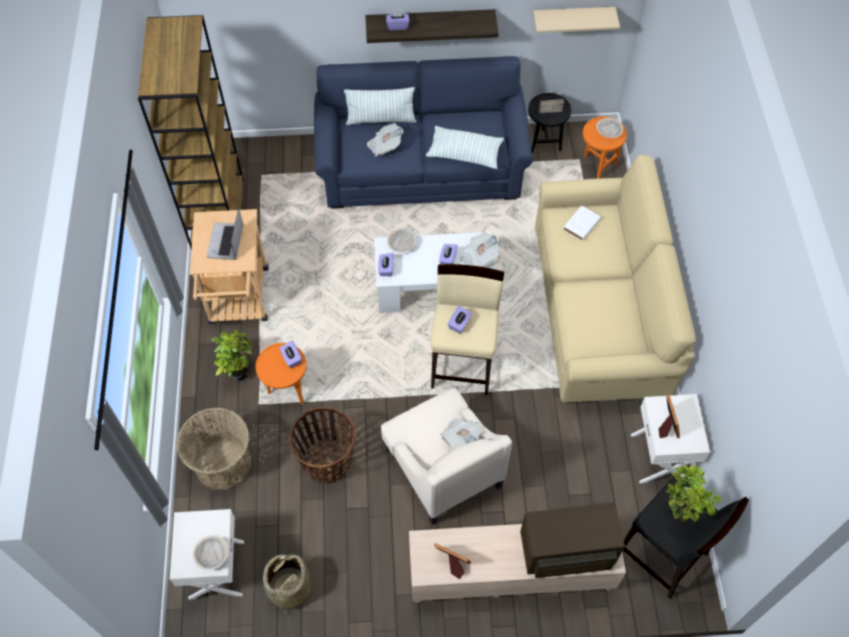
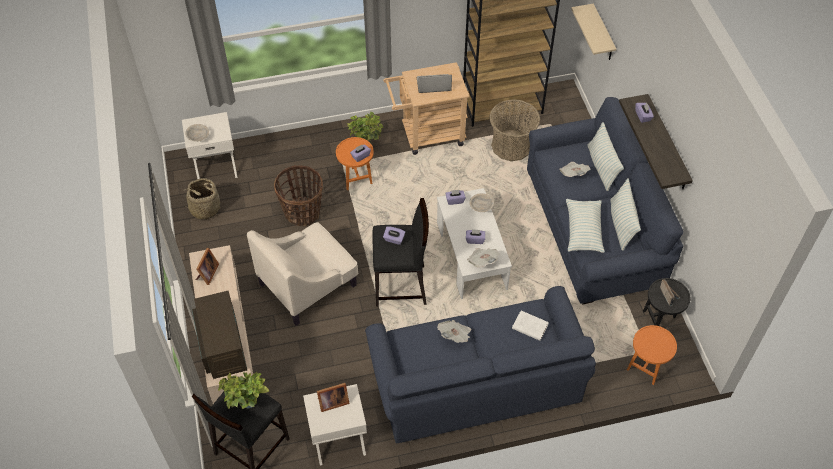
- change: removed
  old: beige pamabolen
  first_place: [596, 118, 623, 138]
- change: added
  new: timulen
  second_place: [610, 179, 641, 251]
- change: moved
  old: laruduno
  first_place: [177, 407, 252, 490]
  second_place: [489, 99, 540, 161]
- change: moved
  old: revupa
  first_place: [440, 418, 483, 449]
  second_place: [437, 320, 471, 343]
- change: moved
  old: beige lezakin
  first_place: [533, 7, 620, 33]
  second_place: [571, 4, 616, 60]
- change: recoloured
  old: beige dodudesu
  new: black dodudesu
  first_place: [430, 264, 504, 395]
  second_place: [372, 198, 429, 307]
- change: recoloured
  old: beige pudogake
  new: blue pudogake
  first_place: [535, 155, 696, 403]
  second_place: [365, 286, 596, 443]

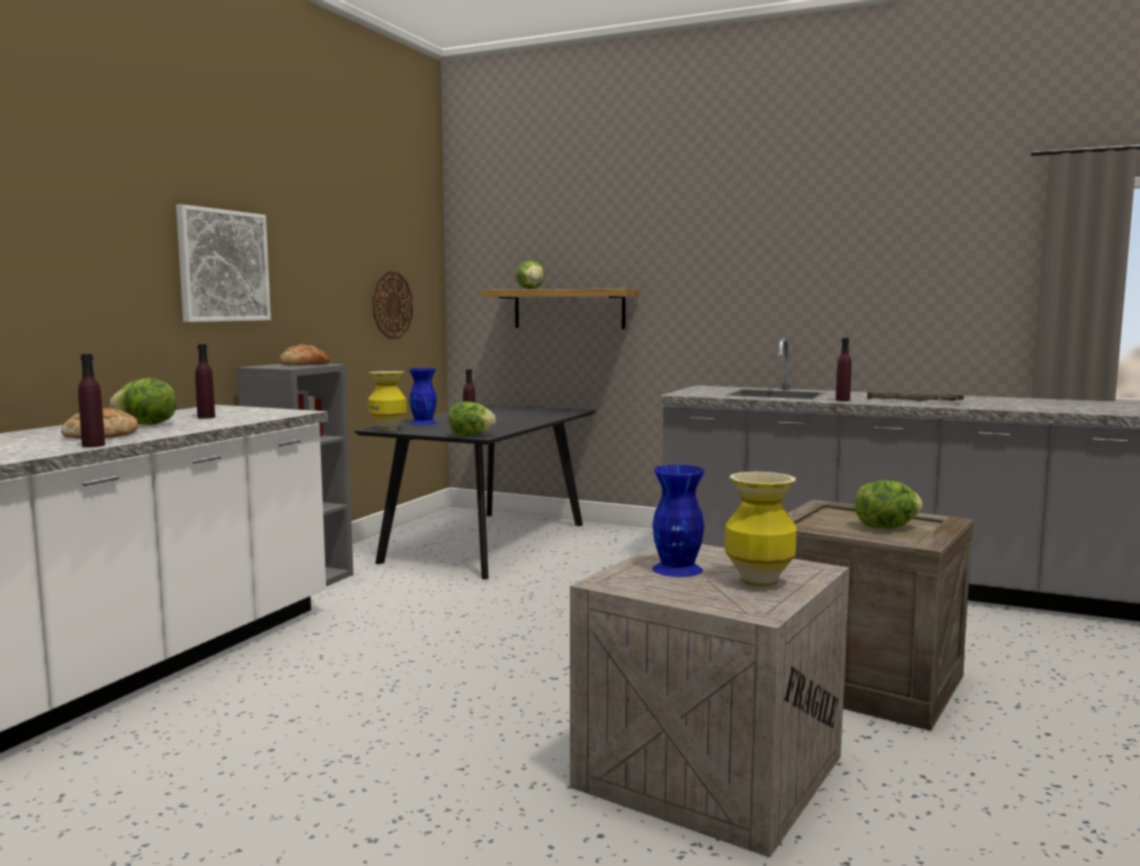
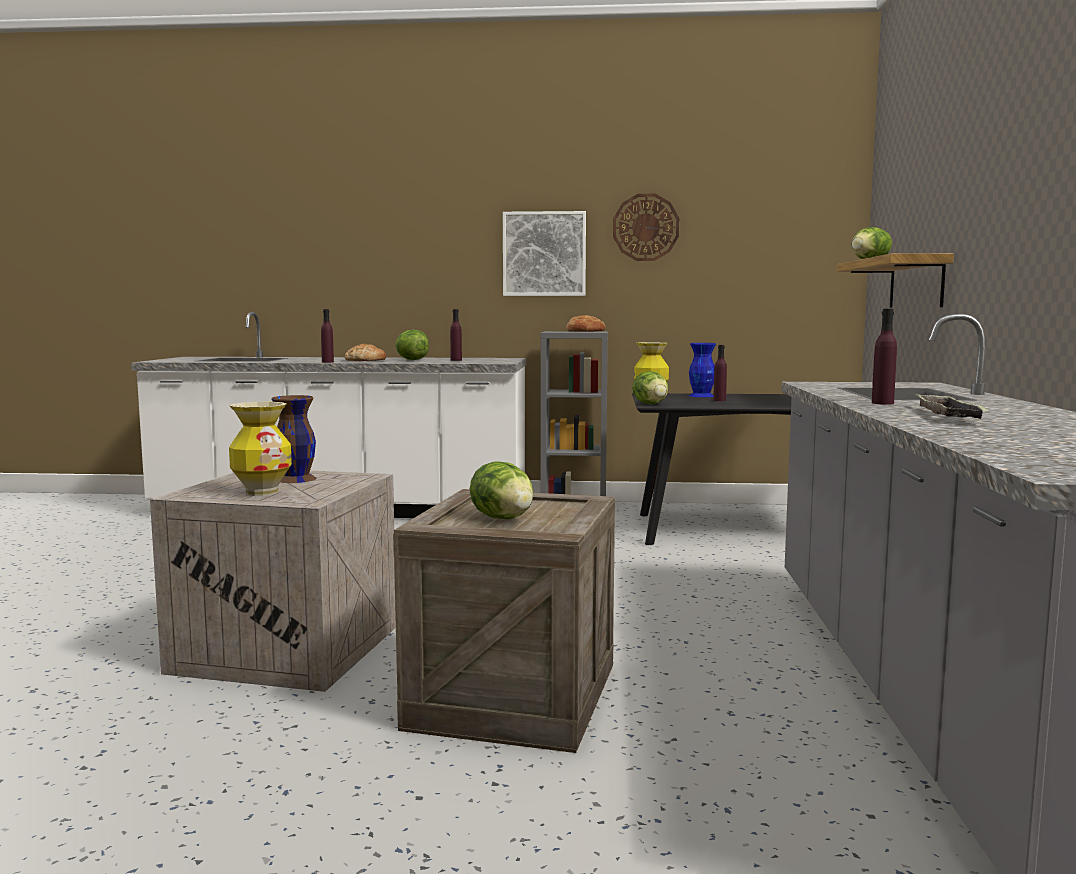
- change: moved
  old: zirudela
  first_place: [372, 272, 413, 339]
  second_place: [613, 194, 679, 261]
- change: recoloured
  old: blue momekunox
  new: brown momekunox
  first_place: [652, 465, 705, 577]
  second_place: [272, 395, 317, 483]

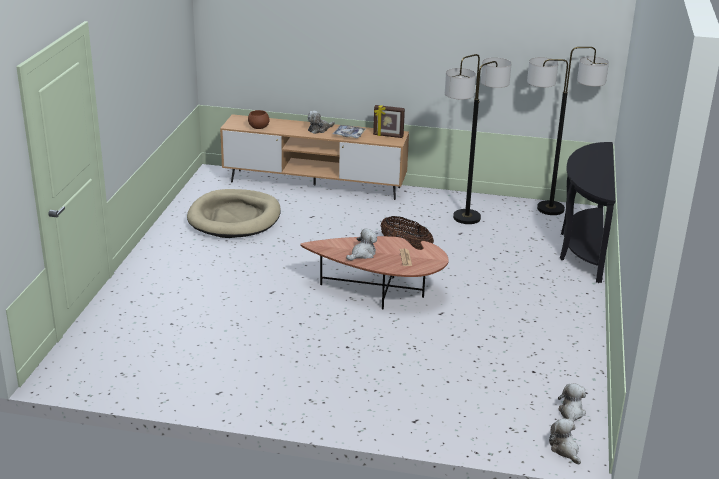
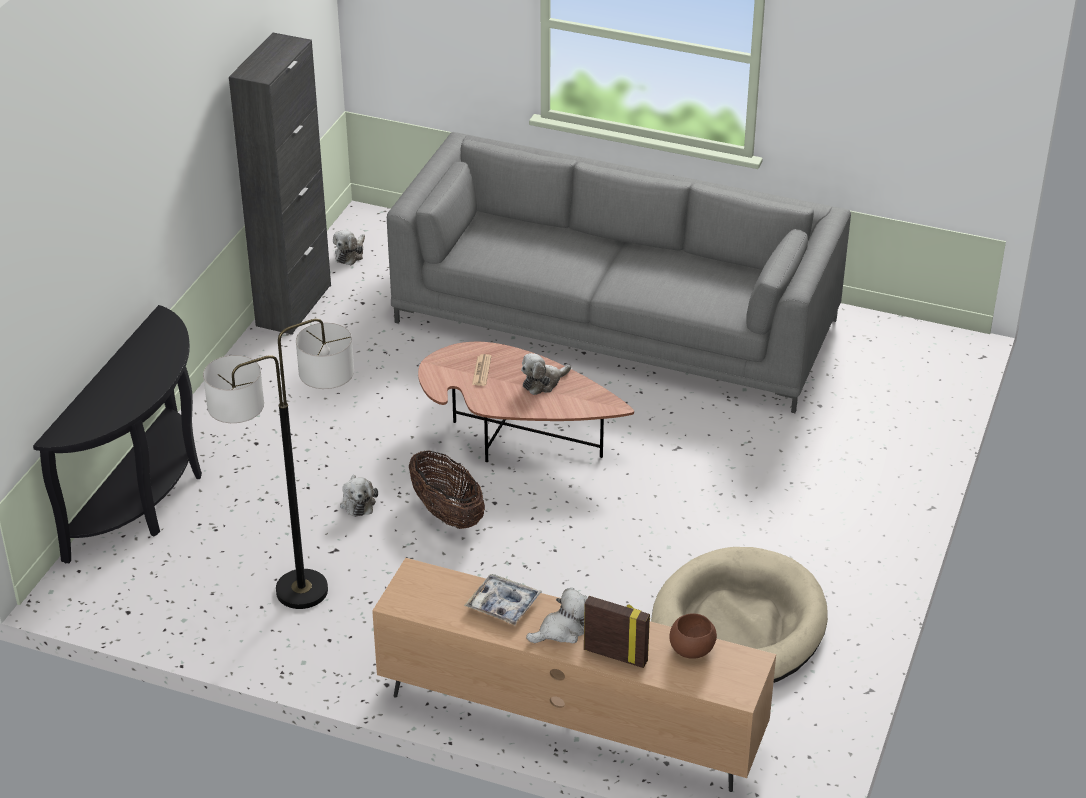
- change: removed
  old: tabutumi
  first_place: [527, 47, 609, 215]
- change: added
  new: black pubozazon
  second_place: [229, 33, 331, 335]
- change: added
  new: grey pudogake
  second_place: [387, 132, 851, 413]
- change: moved
  old: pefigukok
  first_place: [373, 105, 405, 138]
  second_place: [584, 596, 650, 668]
- change: moved
  old: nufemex
  first_place: [549, 419, 581, 464]
  second_place: [340, 475, 378, 517]

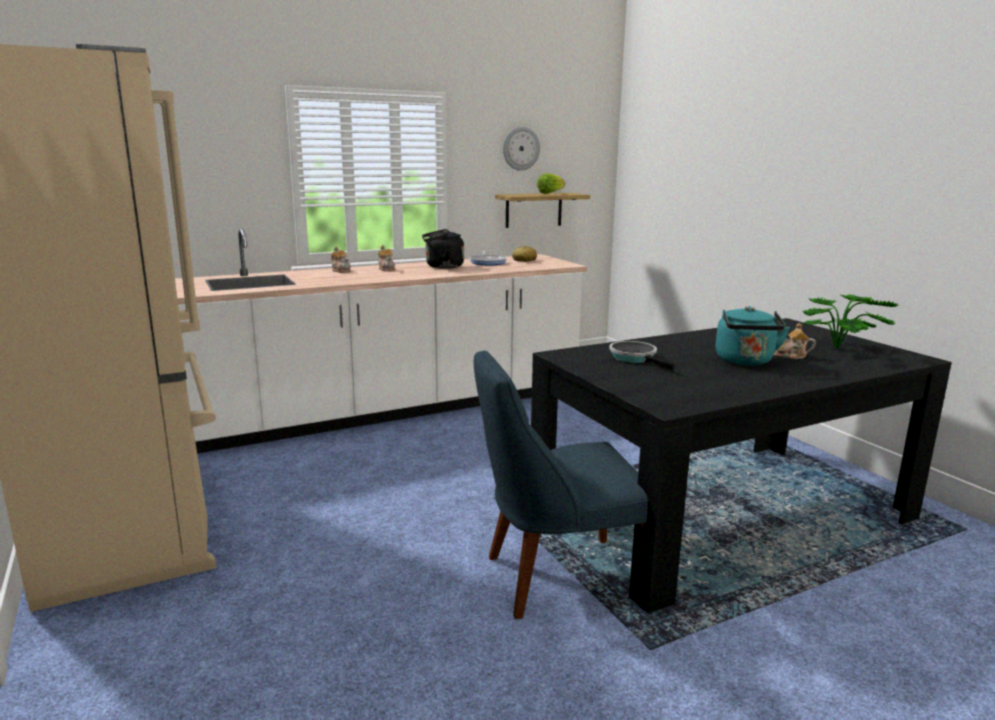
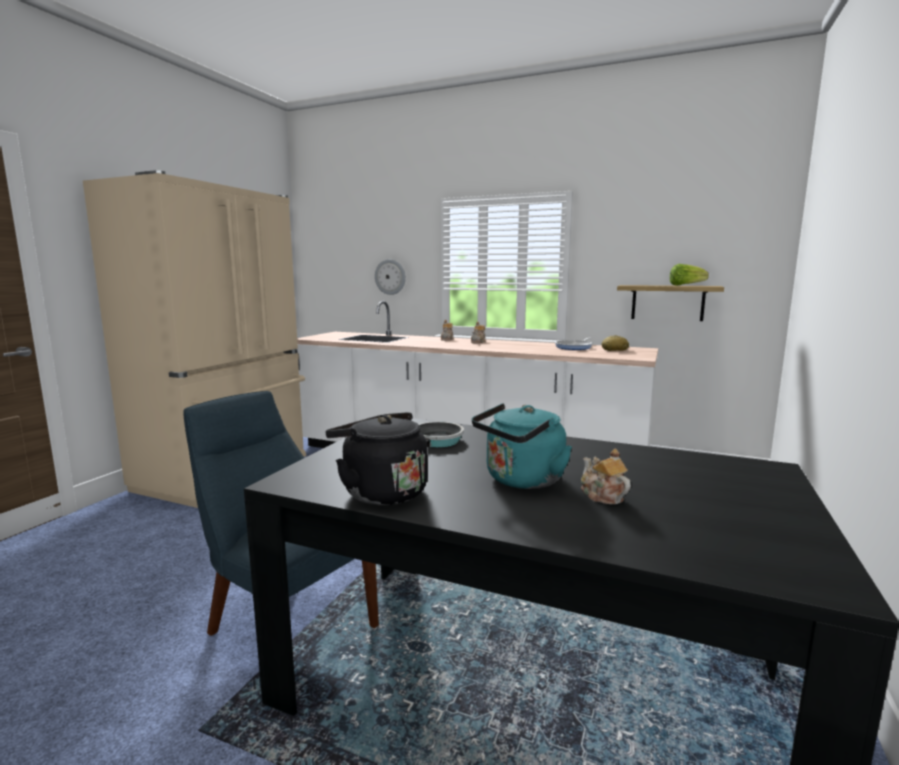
- change: removed
  old: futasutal
  first_place: [803, 294, 899, 349]
- change: moved
  old: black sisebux
  first_place: [422, 229, 464, 269]
  second_place: [326, 412, 428, 505]
- change: moved
  old: zirudela
  first_place: [503, 127, 540, 171]
  second_place: [375, 259, 406, 295]

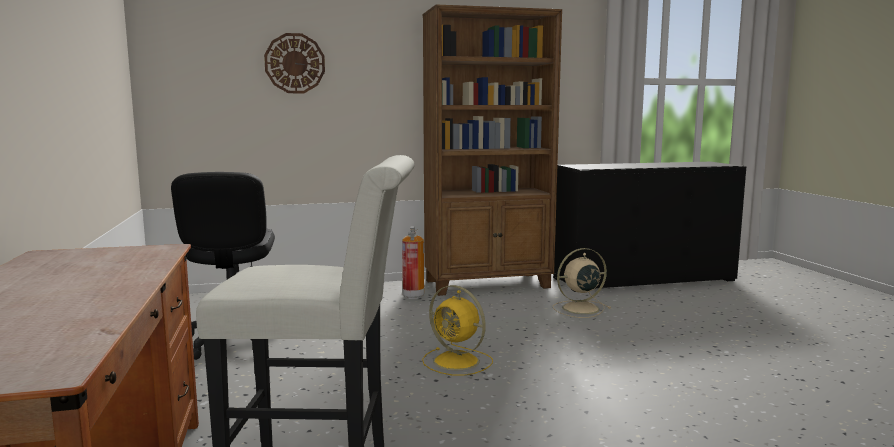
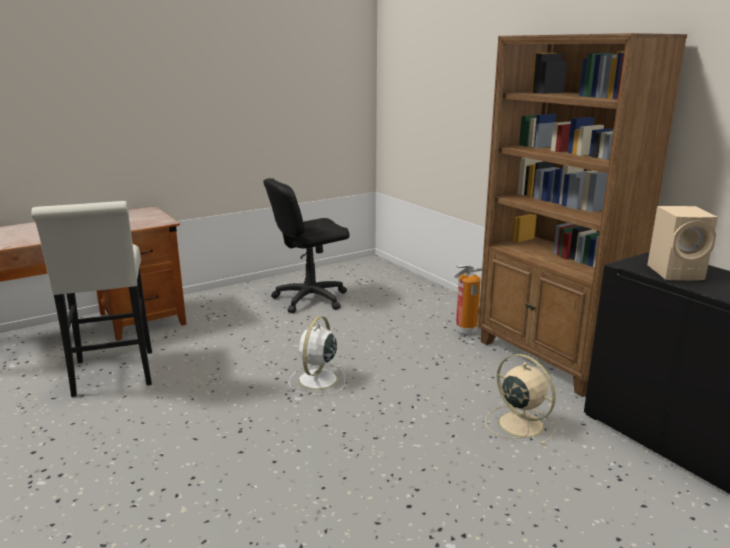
- change: removed
  old: zirudela
  first_place: [264, 33, 325, 93]
- change: added
  new: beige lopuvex
  second_place: [647, 206, 718, 281]
- change: recoloured
  old: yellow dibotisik
  new: white dibotisik
  first_place: [422, 285, 493, 376]
  second_place: [288, 316, 345, 395]

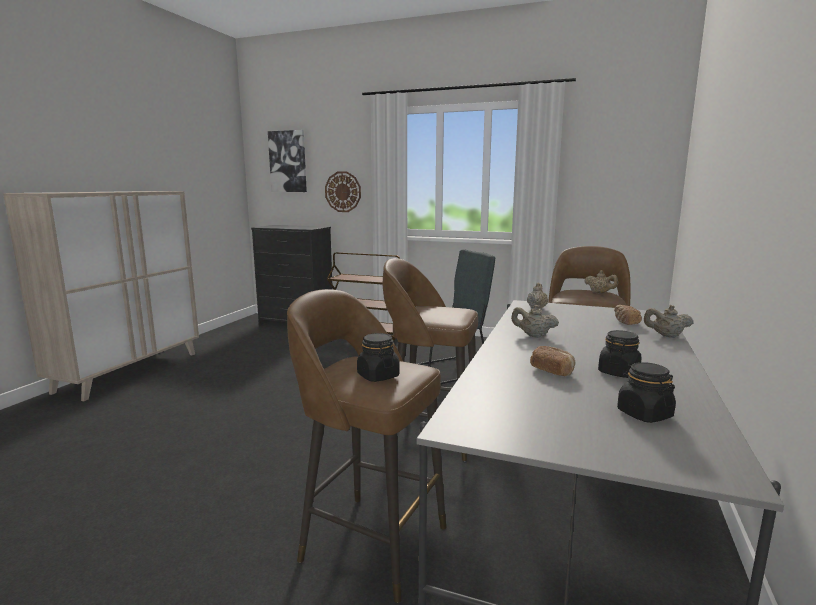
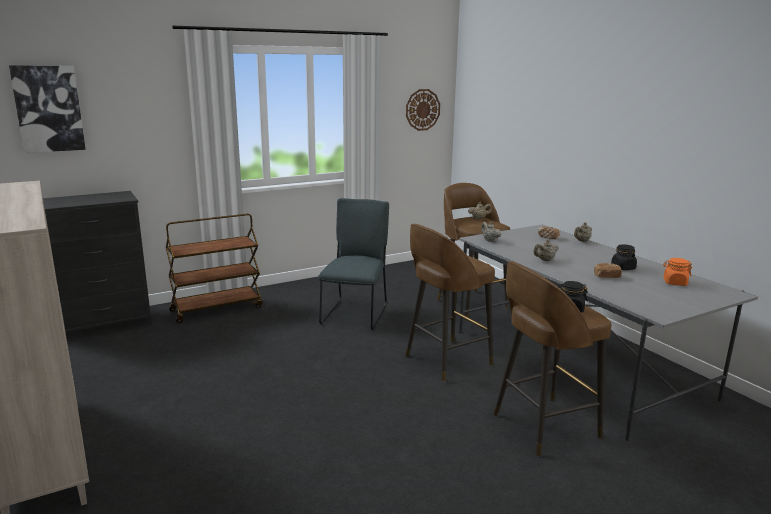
- change: moved
  old: zirudela
  first_place: [325, 171, 361, 212]
  second_place: [406, 89, 440, 131]
- change: recoloured
  old: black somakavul
  new: orange somakavul
  first_place: [617, 362, 676, 423]
  second_place: [663, 258, 692, 286]

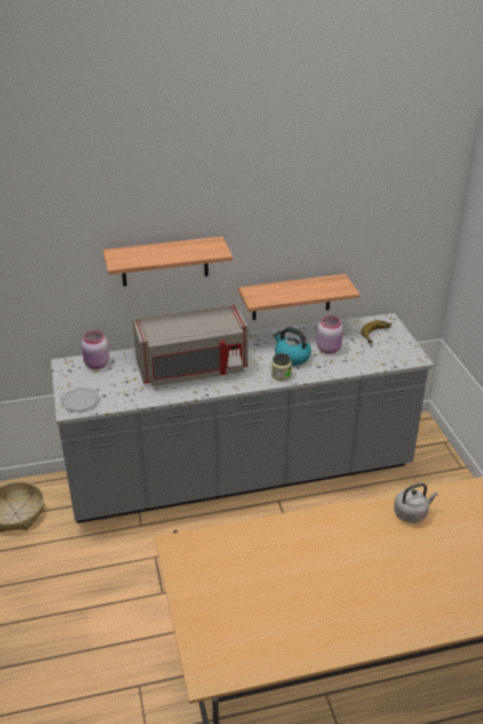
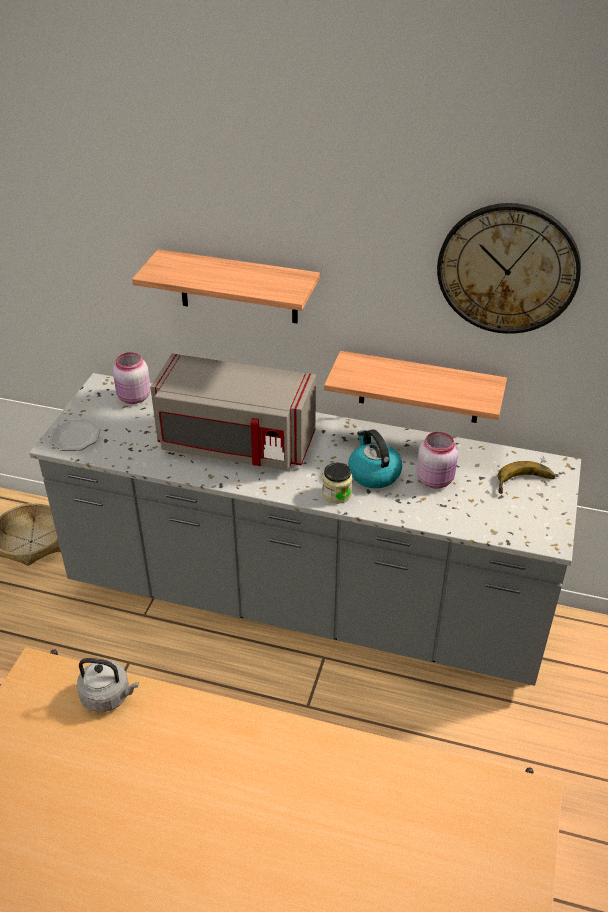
- change: added
  new: zirudela
  second_place: [437, 203, 581, 334]
- change: moved
  old: grey sisebux
  first_place: [394, 483, 438, 523]
  second_place: [77, 658, 139, 712]

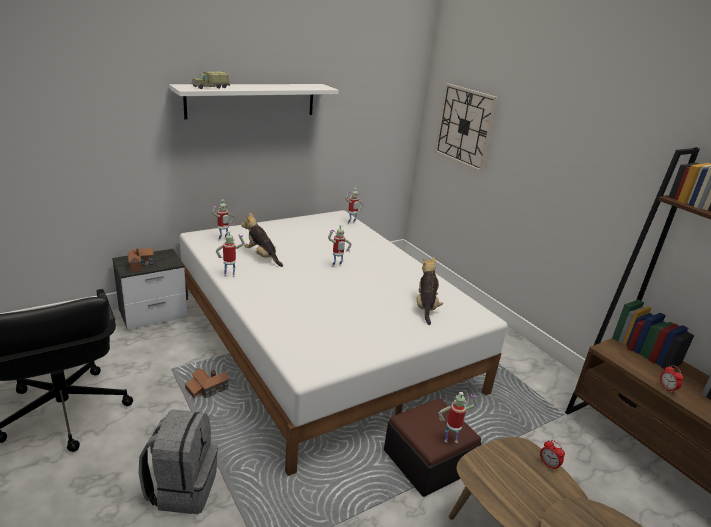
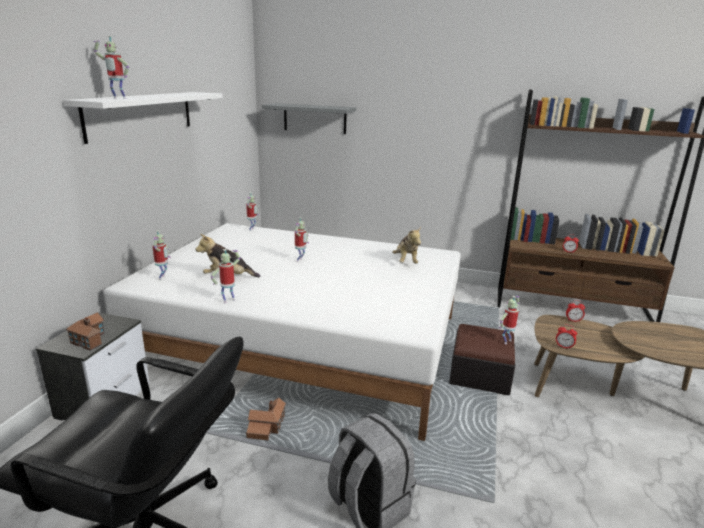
- change: added
  new: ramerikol
  second_place: [556, 325, 577, 349]
- change: replaced
  old: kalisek
  new: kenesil
  first_place: [191, 71, 230, 89]
  second_place: [94, 36, 129, 99]
- change: replaced
  old: zirudela
  new: grey lezakin
  first_place: [434, 83, 498, 172]
  second_place: [262, 103, 356, 134]
- change: turned
  old: nufemex
  first_place: [417, 257, 443, 325]
  second_place: [392, 227, 421, 263]
  degrees: -150

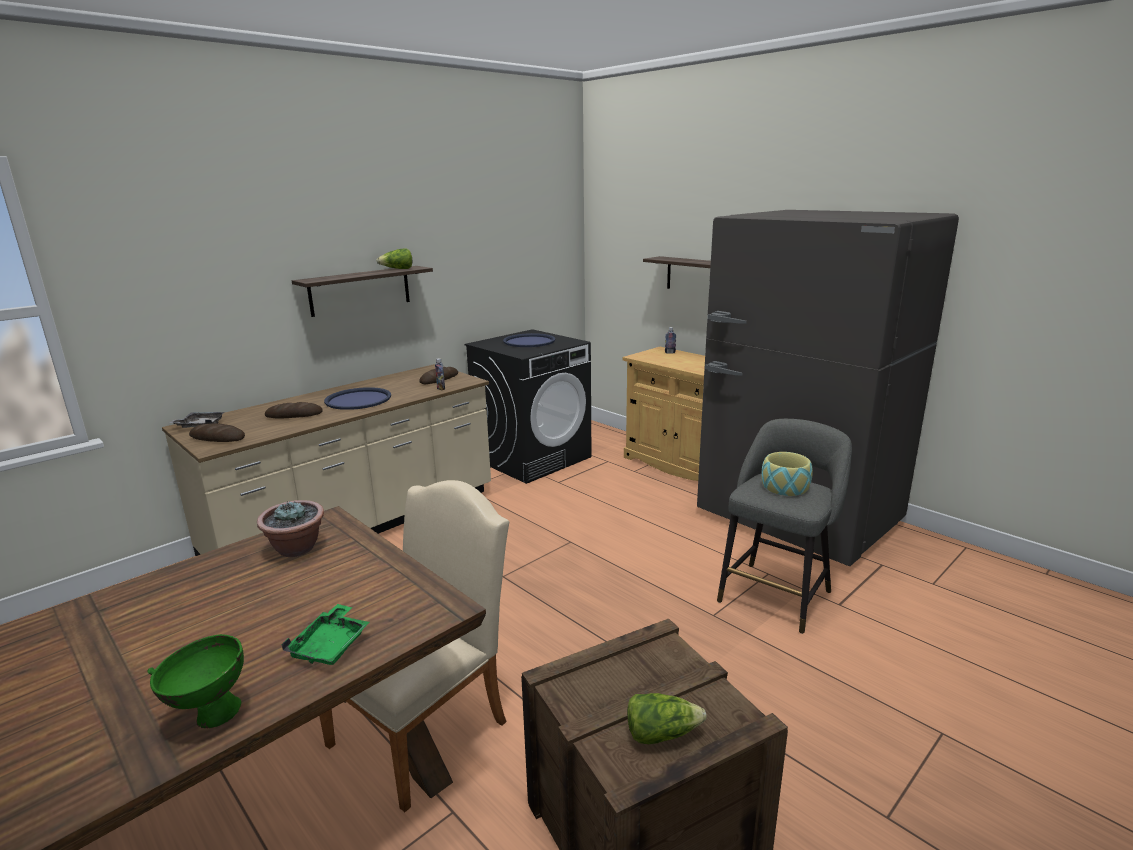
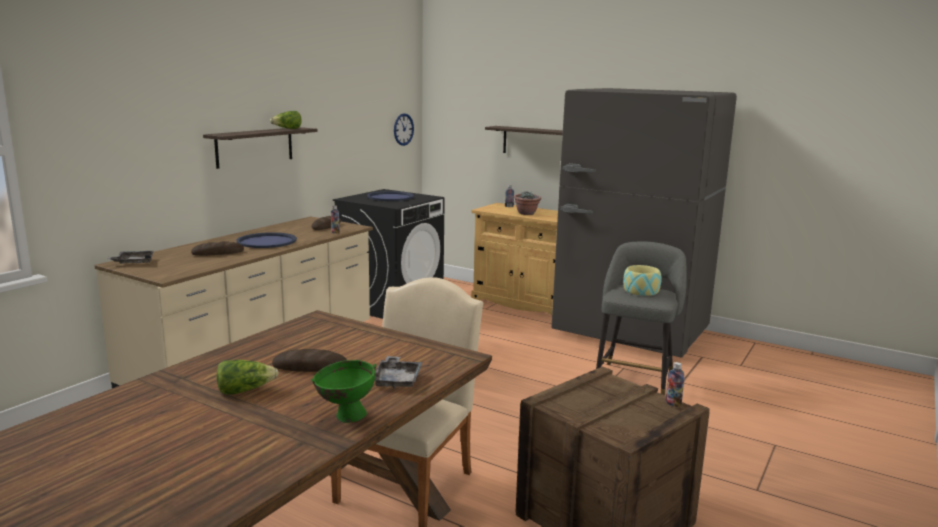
- change: added
  new: zirudela
  second_place: [394, 113, 414, 146]
- change: added
  new: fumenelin
  second_place: [666, 362, 684, 407]
- change: moved
  old: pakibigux
  first_place: [189, 423, 245, 442]
  second_place: [272, 349, 347, 372]
- change: moved
  old: futasutal
  first_place: [257, 500, 324, 557]
  second_place: [513, 191, 542, 215]
- change: moved
  old: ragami
  first_place: [627, 693, 707, 744]
  second_place: [217, 360, 279, 395]
- change: recoloured
  old: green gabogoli
  new: grey gabogoli
  first_place: [281, 604, 370, 665]
  second_place: [375, 356, 423, 389]

